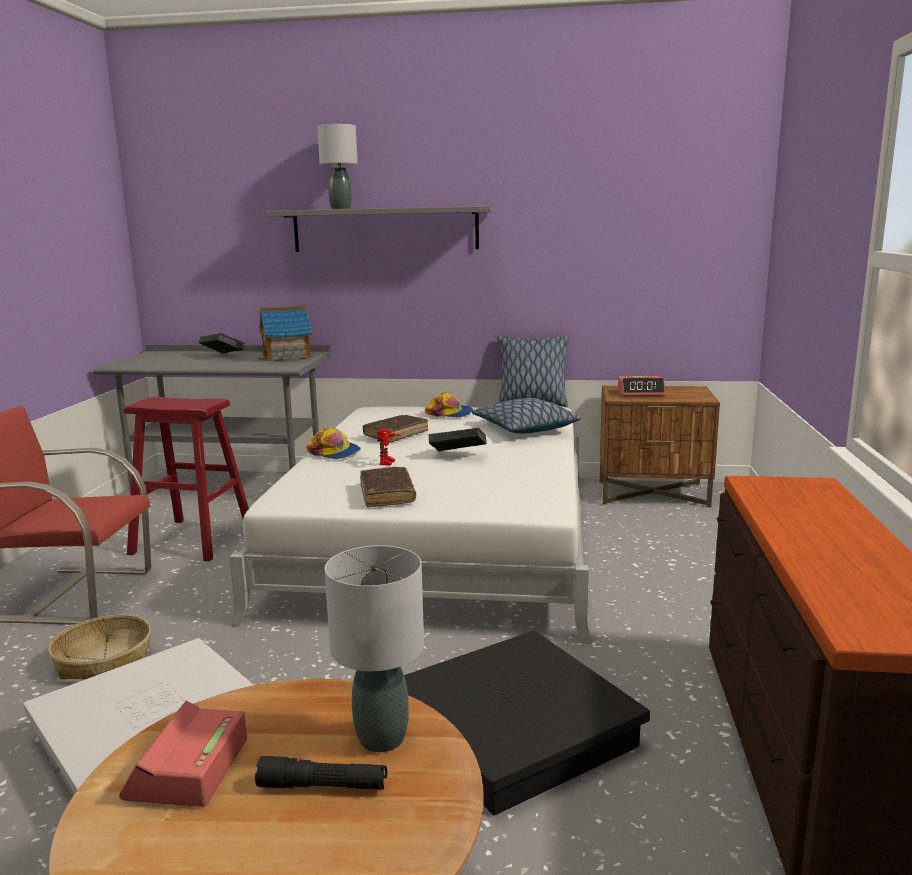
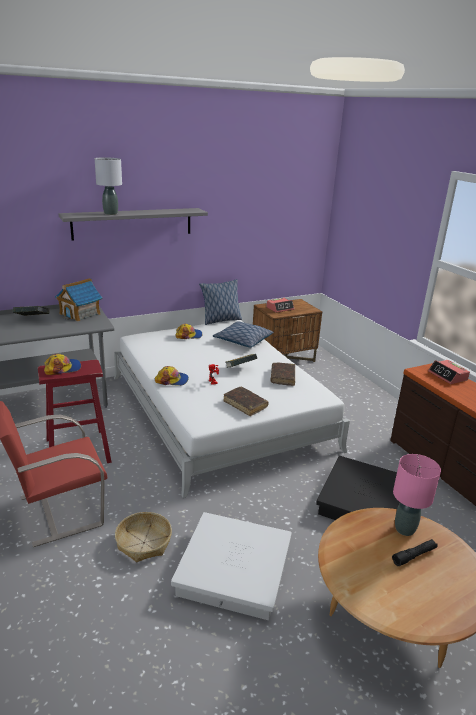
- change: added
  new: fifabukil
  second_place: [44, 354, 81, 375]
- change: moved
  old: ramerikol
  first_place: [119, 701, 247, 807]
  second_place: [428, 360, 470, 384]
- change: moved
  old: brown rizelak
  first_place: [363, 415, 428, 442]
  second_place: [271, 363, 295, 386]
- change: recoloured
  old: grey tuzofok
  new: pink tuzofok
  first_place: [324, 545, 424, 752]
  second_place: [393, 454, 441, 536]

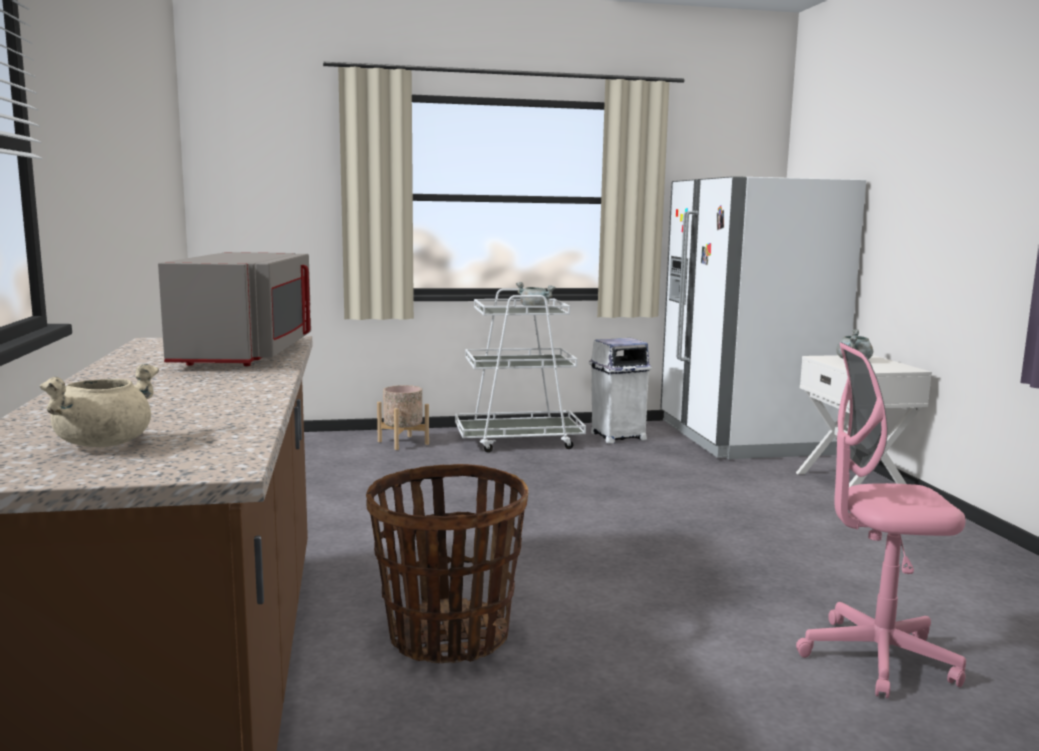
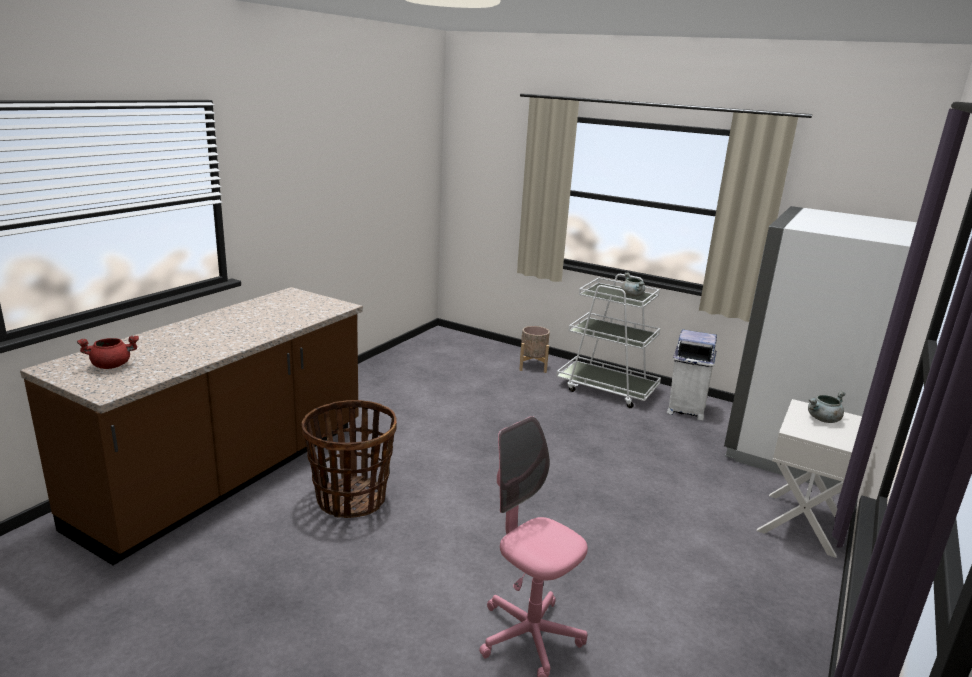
- change: removed
  old: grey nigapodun
  first_place: [158, 252, 311, 366]
- change: recoloured
  old: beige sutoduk
  new: red sutoduk
  first_place: [40, 364, 159, 447]
  second_place: [77, 336, 139, 369]

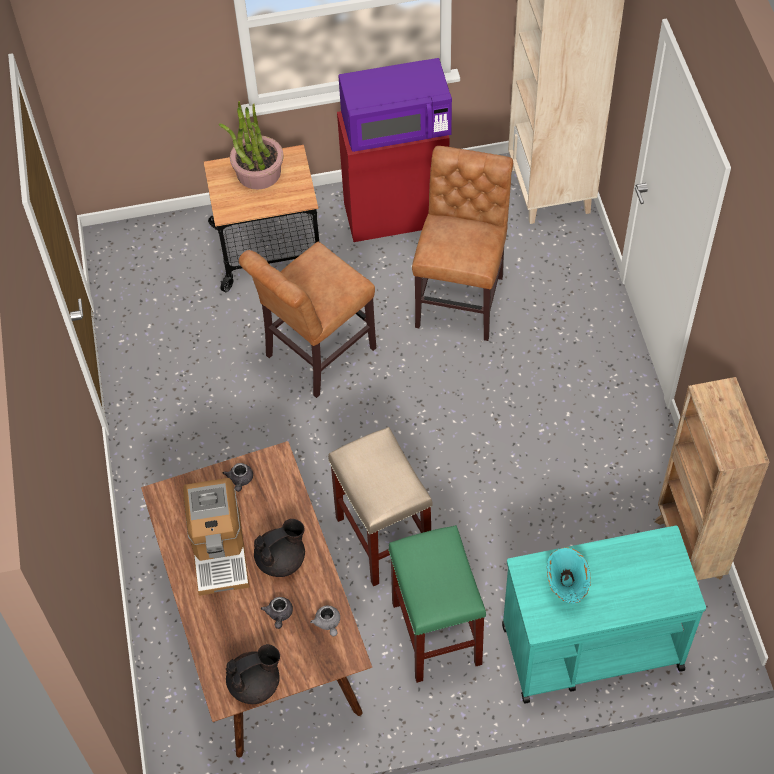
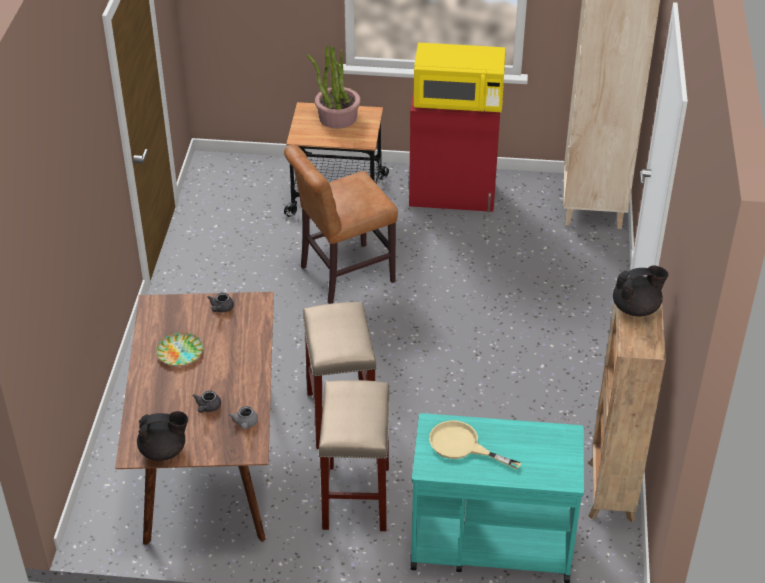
- change: removed
  old: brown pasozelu
  first_place: [412, 146, 513, 341]
- change: moved
  old: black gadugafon
  first_place: [254, 519, 305, 577]
  second_place: [613, 265, 669, 316]
- change: replaced
  old: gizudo
  new: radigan
  first_place: [183, 478, 249, 596]
  second_place: [156, 332, 203, 366]
- change: replaced
  old: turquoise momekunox
  new: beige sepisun
  first_place: [547, 547, 591, 604]
  second_place: [429, 420, 521, 470]
- change: recoloured
  old: purple nigapodun
  new: yellow nigapodun
  first_place: [338, 58, 452, 152]
  second_place: [413, 43, 506, 112]
- change: recoloured
  old: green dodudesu
  new: beige dodudesu
  first_place: [388, 525, 486, 683]
  second_place: [318, 380, 390, 531]

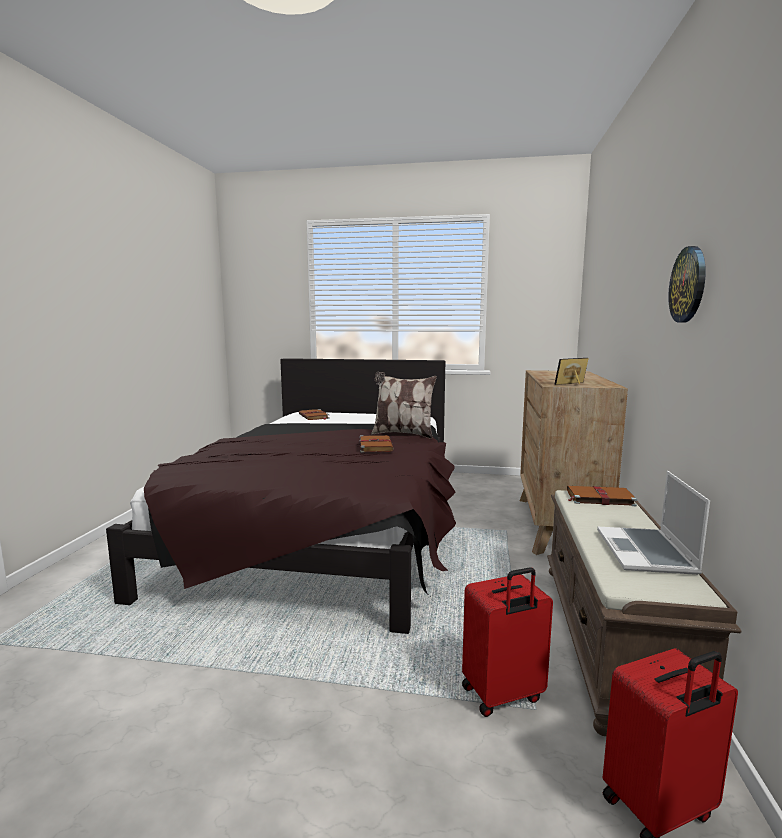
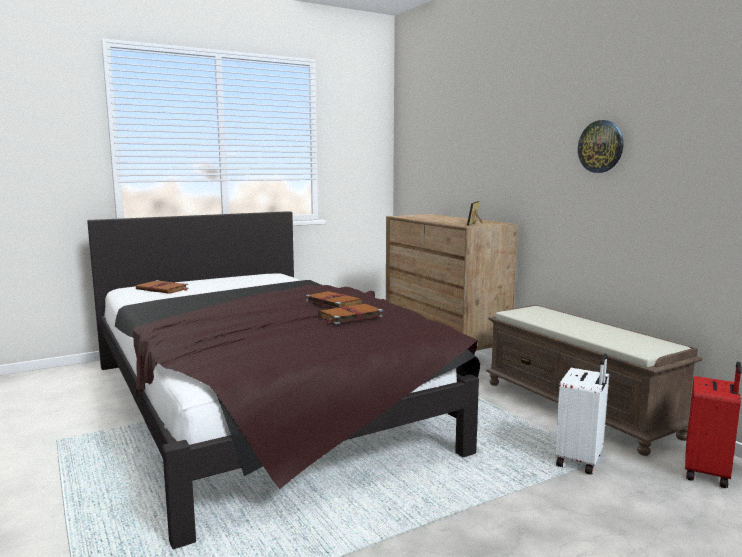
- change: removed
  old: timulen
  first_place: [371, 372, 437, 439]
- change: removed
  old: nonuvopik
  first_place: [597, 471, 710, 575]
- change: moved
  old: brown rizelak
  first_place: [567, 486, 637, 506]
  second_place: [318, 304, 383, 324]
- change: recoloured
  old: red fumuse
  new: white fumuse
  first_place: [462, 567, 553, 717]
  second_place: [555, 354, 609, 474]

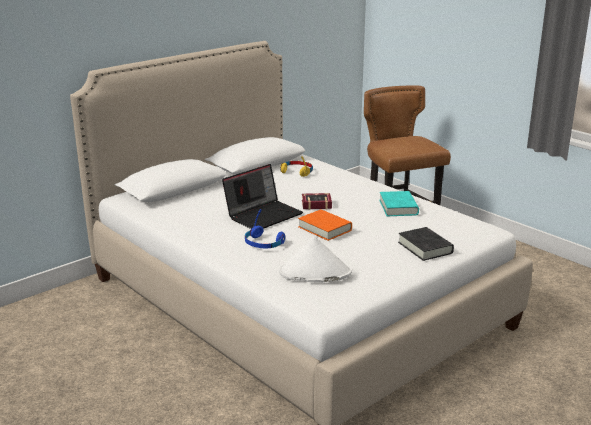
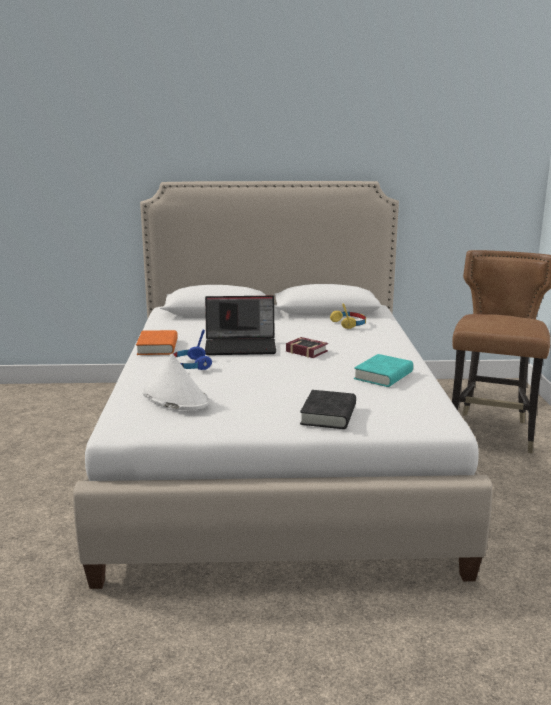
- change: moved
  old: orange rizelak
  first_place: [298, 209, 352, 241]
  second_place: [136, 330, 178, 355]

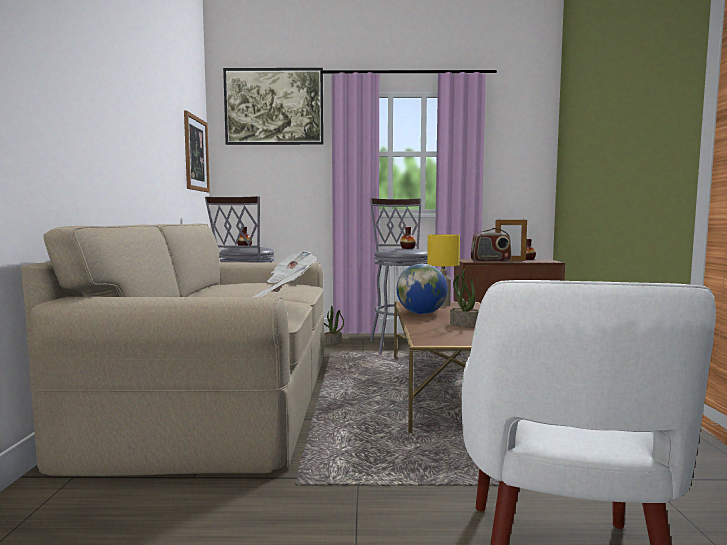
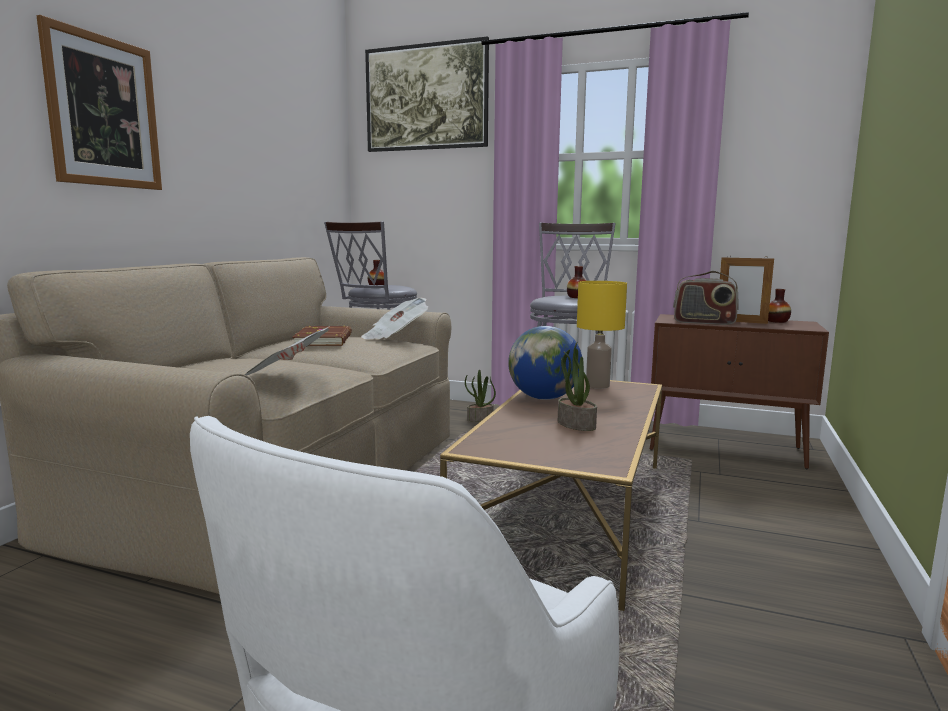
- change: added
  new: brown rizelak
  second_place: [292, 326, 352, 346]
- change: moved
  old: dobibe
  first_place: [184, 110, 210, 192]
  second_place: [37, 15, 162, 190]

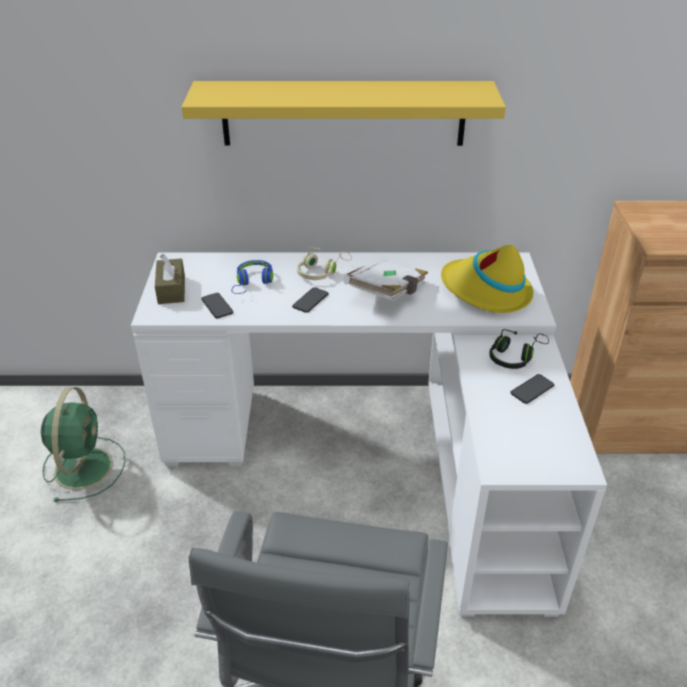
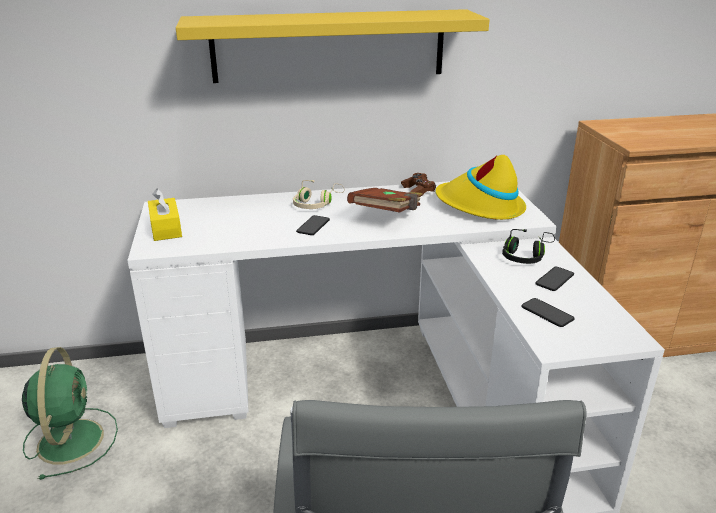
- change: removed
  old: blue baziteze
  first_place: [232, 260, 273, 294]
- change: added
  new: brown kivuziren
  second_place: [401, 173, 436, 197]
- change: moved
  old: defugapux
  first_place: [201, 293, 233, 318]
  second_place: [521, 298, 575, 327]
- change: recoloured
  old: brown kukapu
  new: yellow kukapu
  first_place: [155, 254, 185, 304]
  second_place: [148, 189, 182, 241]
- change: recoloured
  old: white rizelak
  new: brown rizelak
  first_place: [344, 259, 428, 301]
  second_place: [347, 188, 423, 213]

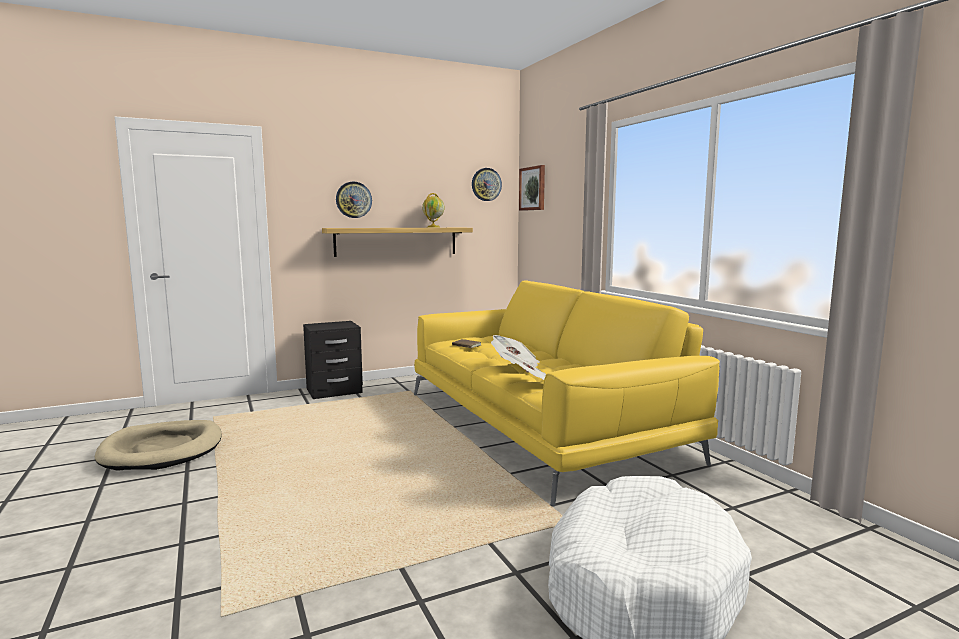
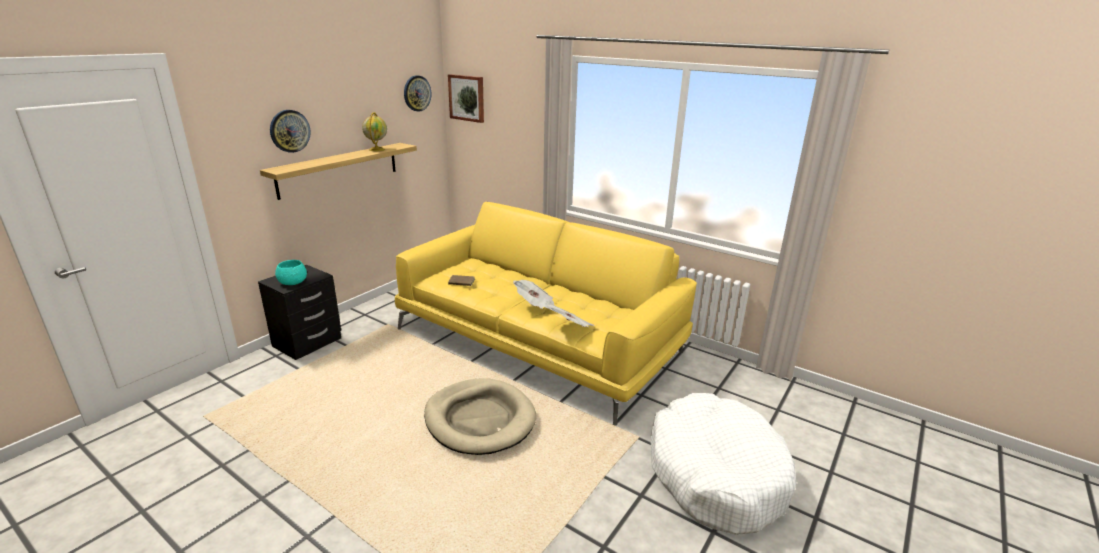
- change: added
  new: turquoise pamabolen
  second_place: [275, 260, 307, 285]
- change: moved
  old: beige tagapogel
  first_place: [95, 420, 222, 471]
  second_place: [424, 378, 536, 455]

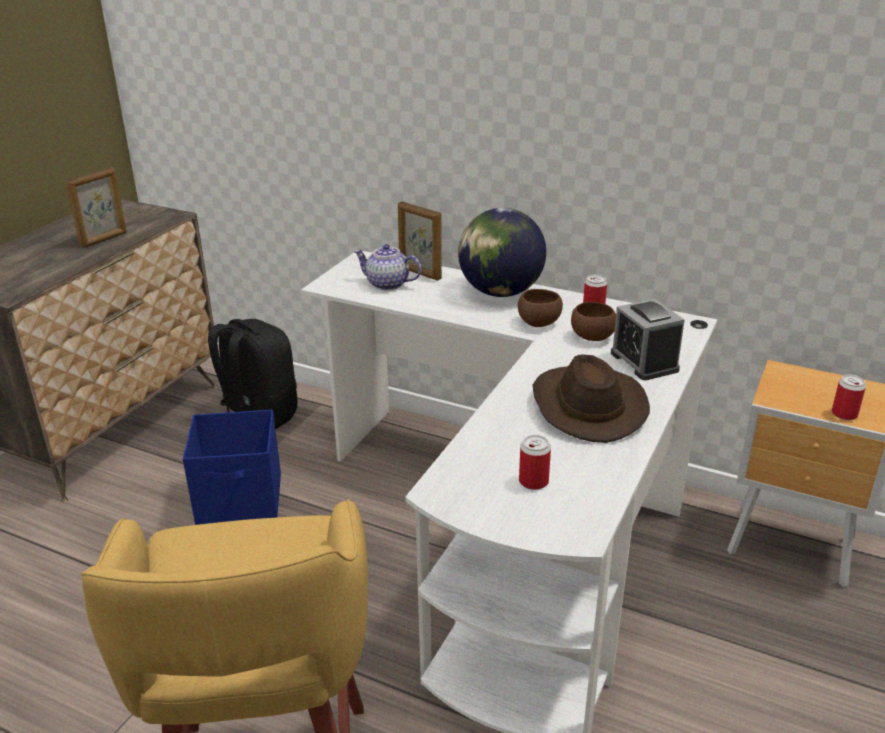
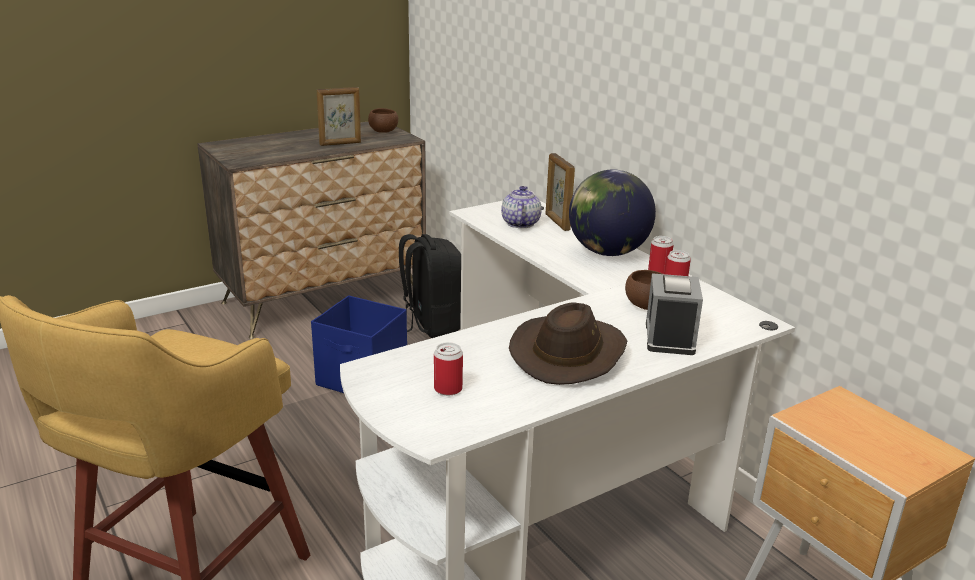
- change: moved
  old: brown pamabolen
  first_place: [518, 289, 563, 327]
  second_place: [368, 108, 398, 133]
- change: moved
  old: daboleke
  first_place: [832, 375, 866, 420]
  second_place: [648, 236, 674, 274]
- change: turned
  old: gadugafon
  first_place: [353, 244, 421, 290]
  second_place: [501, 186, 542, 228]
  degrees: 45

